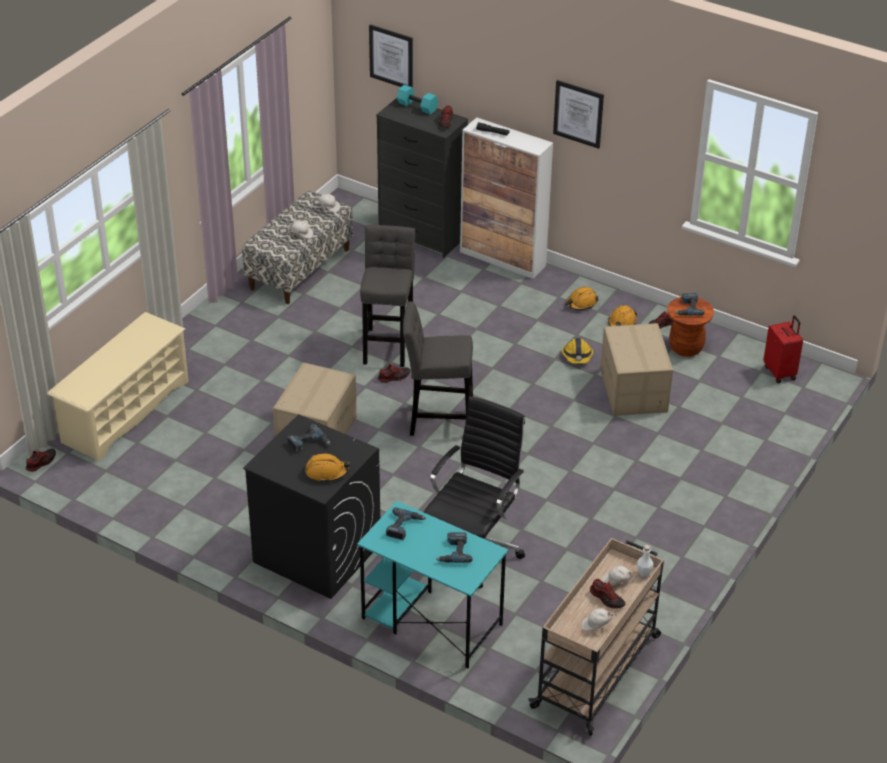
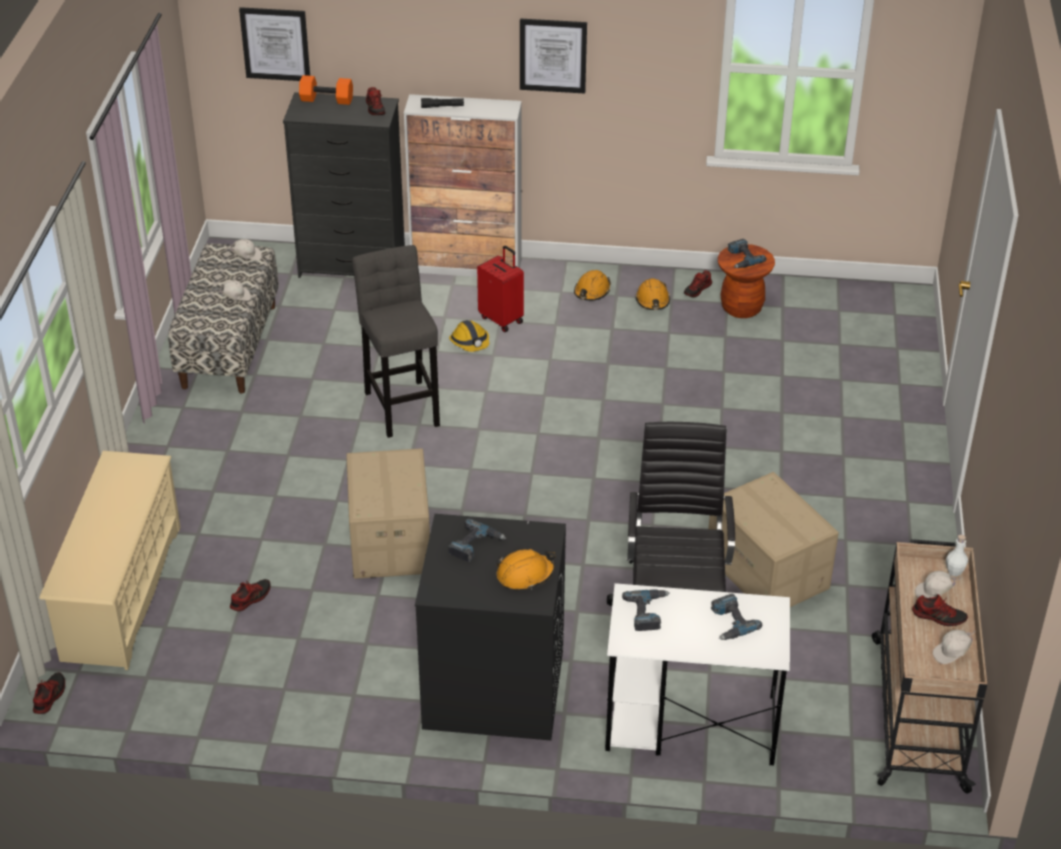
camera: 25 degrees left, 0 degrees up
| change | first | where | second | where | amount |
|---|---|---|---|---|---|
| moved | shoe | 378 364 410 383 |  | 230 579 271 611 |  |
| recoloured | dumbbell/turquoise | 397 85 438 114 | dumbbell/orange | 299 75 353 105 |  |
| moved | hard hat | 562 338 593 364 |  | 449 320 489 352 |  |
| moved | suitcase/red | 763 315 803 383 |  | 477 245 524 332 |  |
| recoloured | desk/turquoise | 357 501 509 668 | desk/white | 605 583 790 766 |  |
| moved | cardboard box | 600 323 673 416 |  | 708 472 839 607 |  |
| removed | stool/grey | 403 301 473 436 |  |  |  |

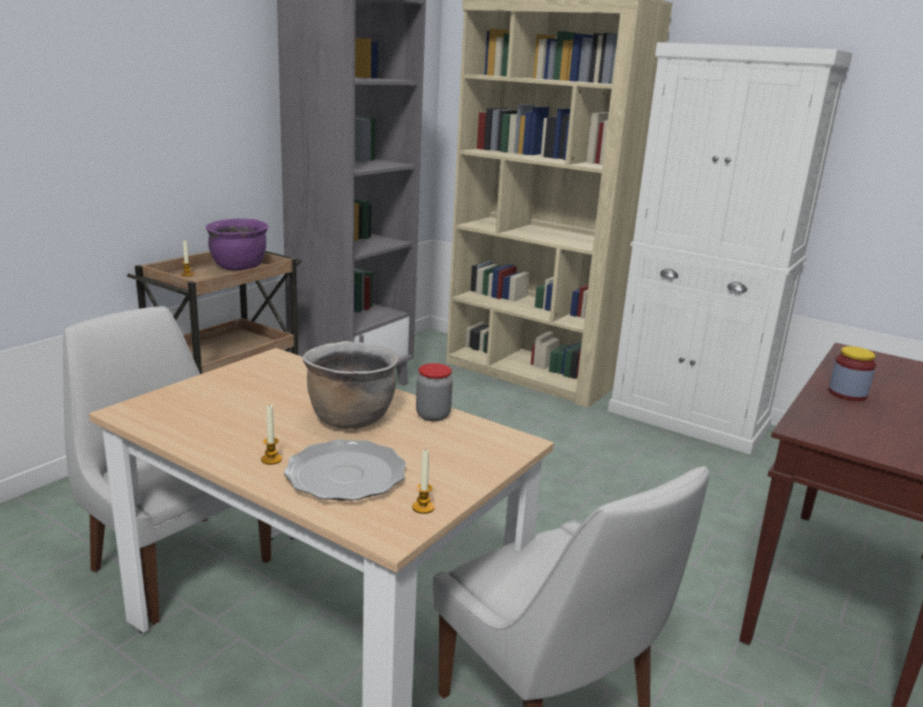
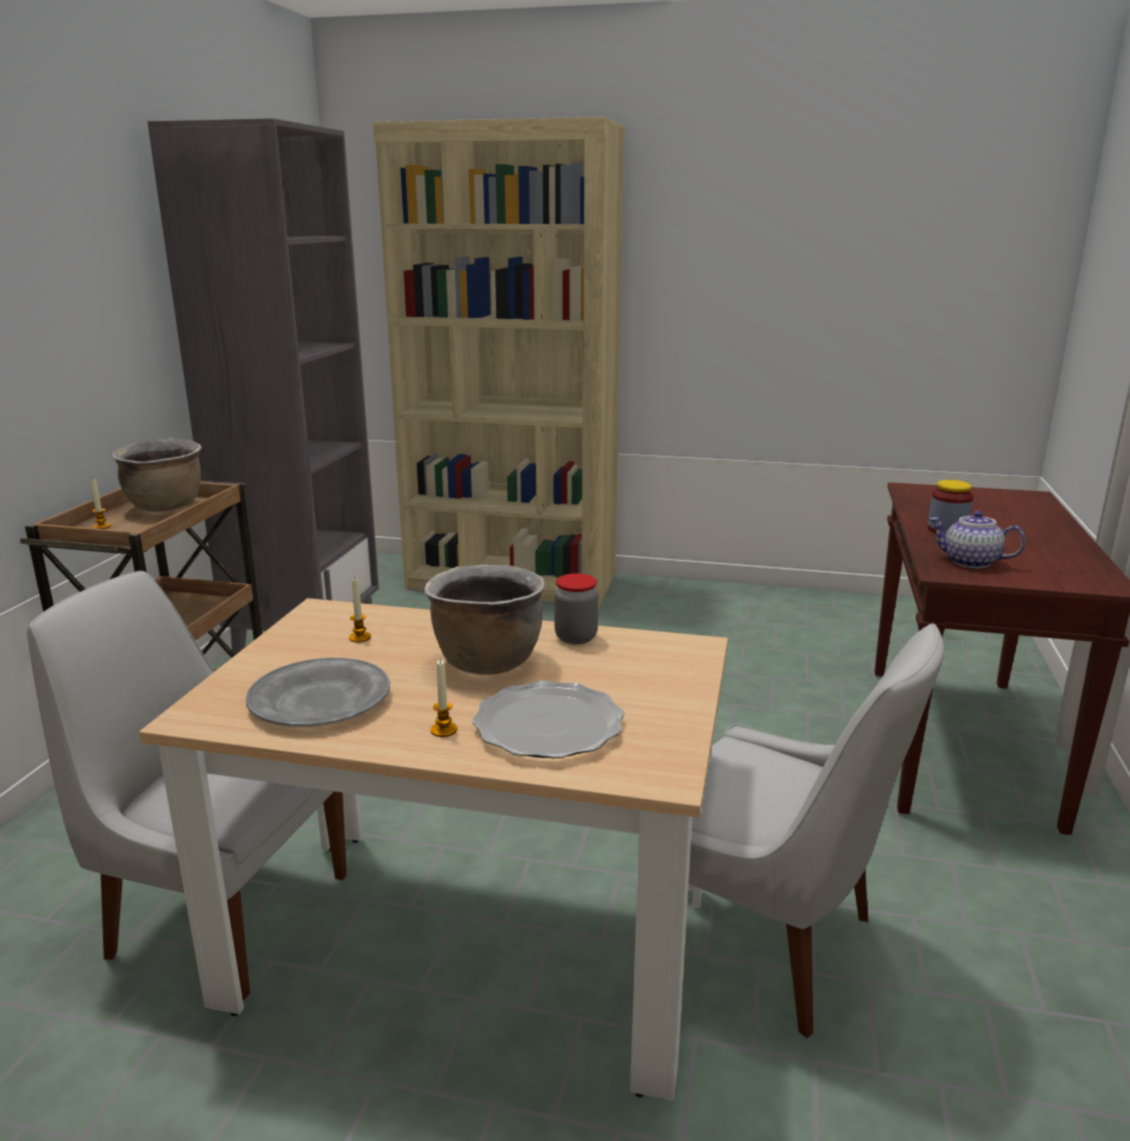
camera: 20 degrees left, 0 degrees up
| change | first | where | second | where | amount |
|---|---|---|---|---|---|
| recoloured | cooking pot/purple | 206 218 268 271 | cooking pot/brown | 112 438 202 512 |  |
| added |  |  | plate/grey | 246 658 390 727 |  |
| moved | candle | 412 450 435 514 |  | 349 579 371 642 |  |
| added |  |  | teapot | 929 511 1026 569 |  |
| removed | cabinet/white | 608 42 852 455 |  |  |  |

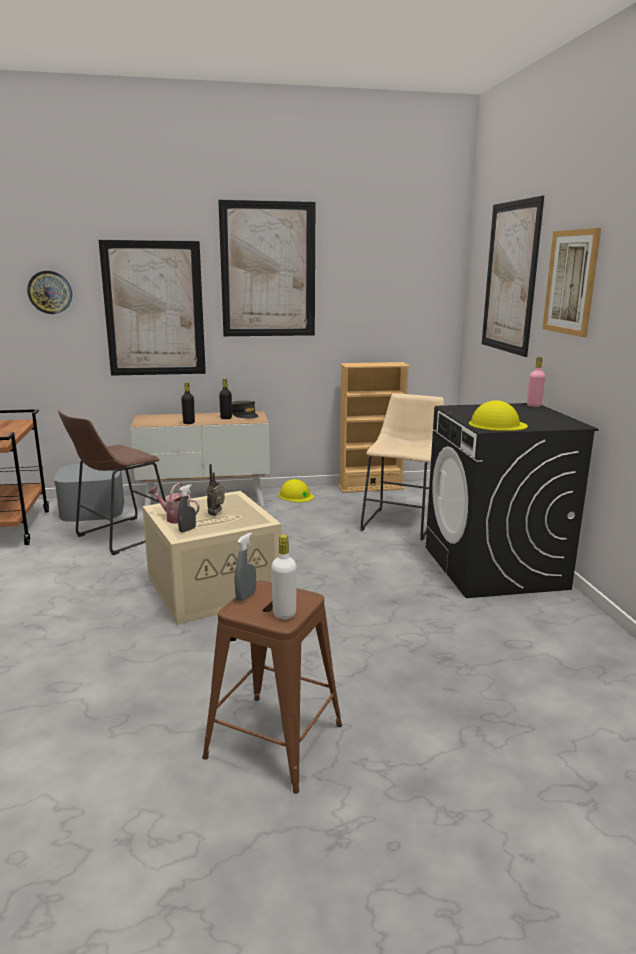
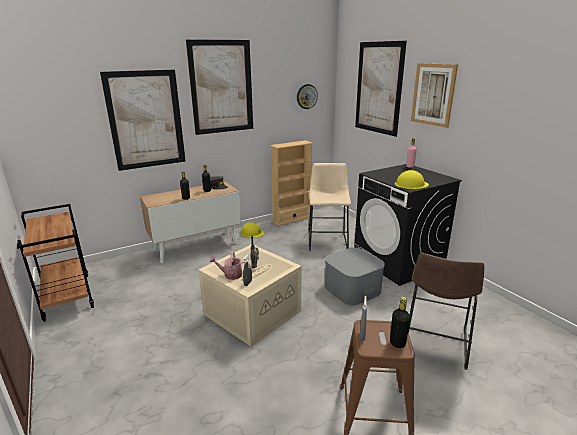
camera: 20 degrees left, 5 degrees up
| change | first | where | second | where | amount |
|---|---|---|---|---|---|
| moved | wall clock | 27 271 72 314 |  | 297 84 318 109 |  |
| moved | storage box/grey | 54 463 125 522 |  | 325 248 385 305 |  |
| recoloured | bottle/white | 271 534 297 619 | bottle/black | 390 296 410 348 |  |
| moved | stool/brown | 58 410 166 555 |  | 408 253 484 370 |  |

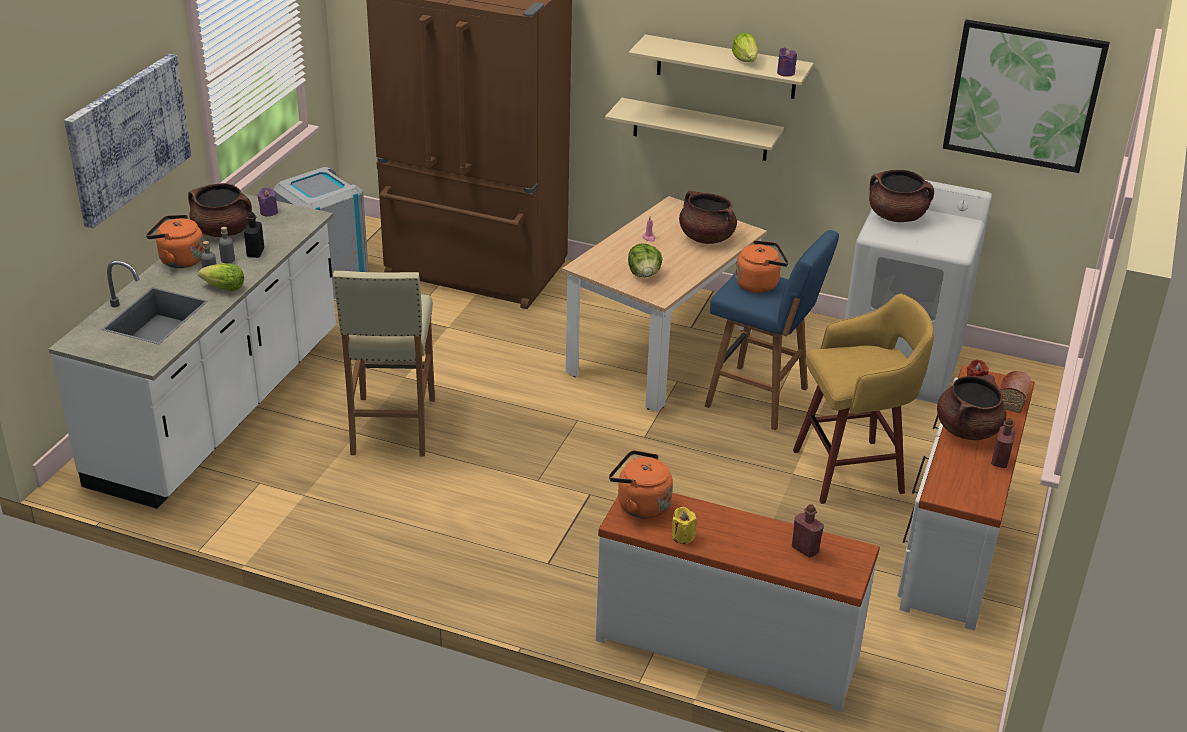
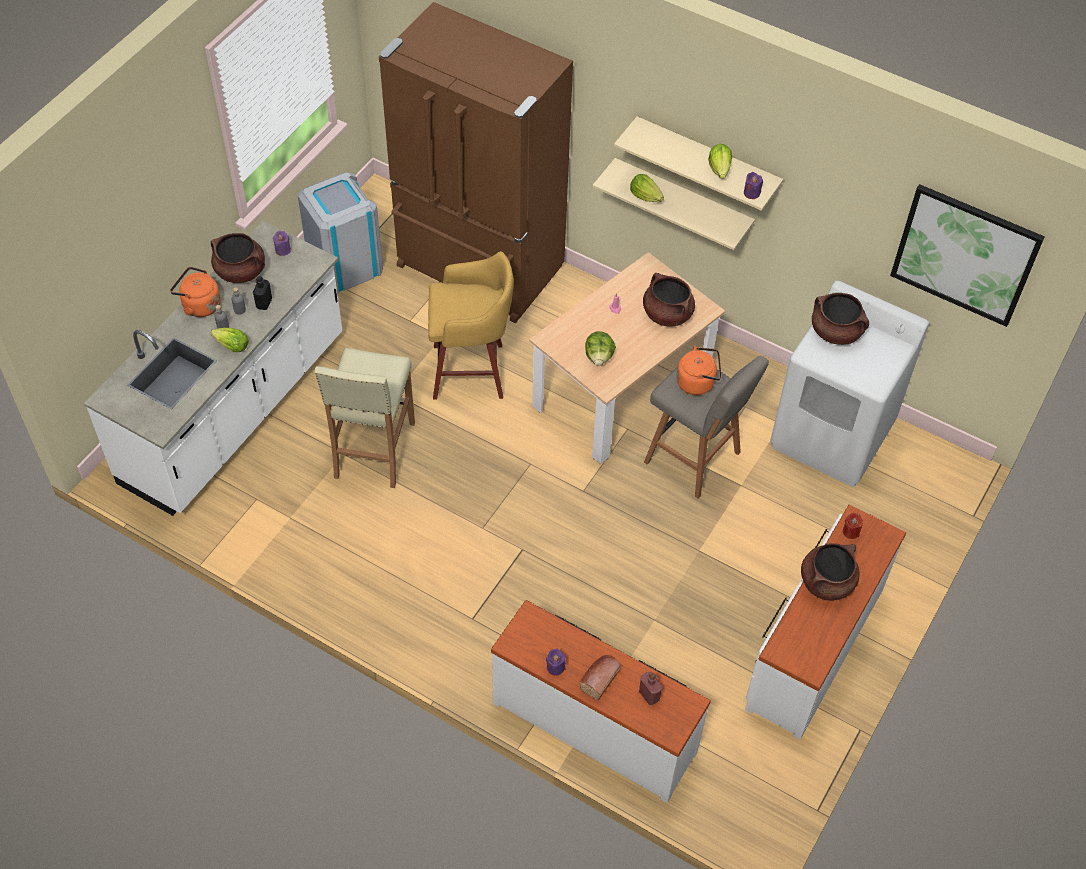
camera: 10 degrees right, 20 degrees up
| change | first | where | second | where | amount |
|---|---|---|---|---|---|
| moved | stool/yellow | 793 294 934 504 |  | 428 251 514 400 |  |
| recoloured | candle/yellow | 672 507 697 544 | candle/purple | 546 649 566 676 |  |
| moved | bread | 1000 371 1031 413 |  | 580 655 621 701 |  |
| added |  |  | lettuce | 630 174 664 202 |  |
| recoloured | stool/blue | 705 230 839 430 | stool/grey | 644 356 769 499 |  |
| removed | picture | 64 54 191 228 |  |  |  |
| removed | kettle/orange | 609 450 673 519 |  |  |  |
| removed | bottle/red | 991 418 1016 468 |  |  |  |

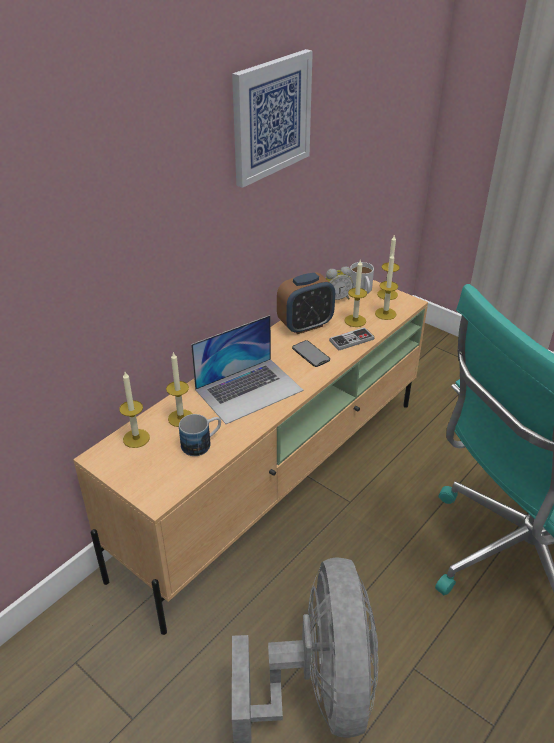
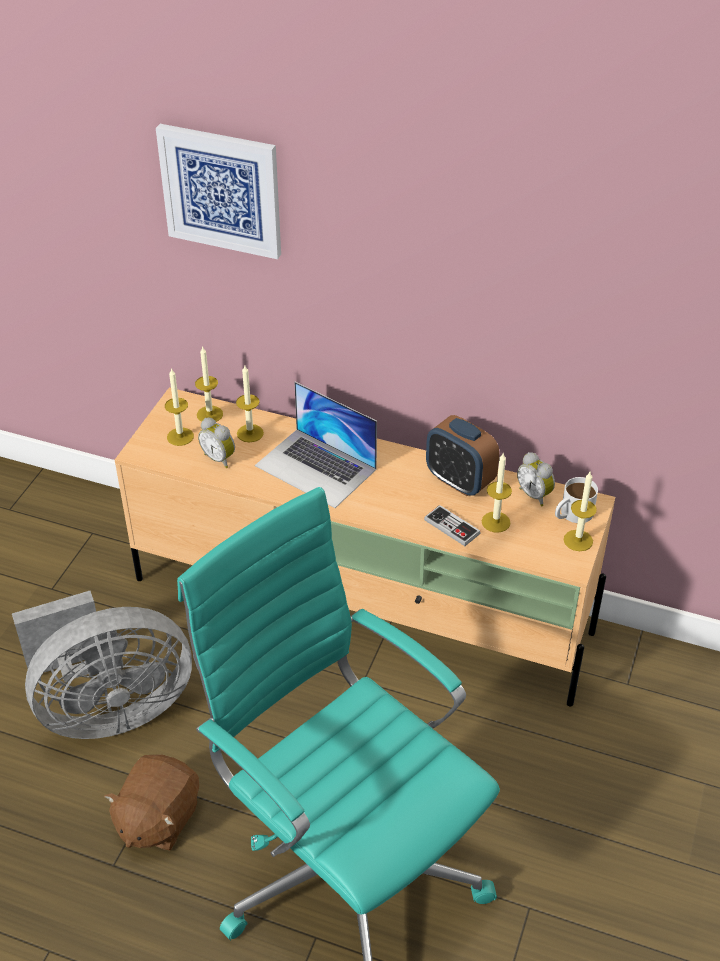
camera: 70 degrees right, 5 degrees up
| change | first | where | second | where | amount |
|---|---|---|---|---|---|
| added |  |  | plush toy/brown | 104 754 199 850 |  |
| moved | picture | 232 49 313 188 |  | 156 124 281 259 |  |
| moved | candle | 375 253 398 320 |  | 165 368 194 446 |  |
| replaced | mug | 179 414 221 456 | alarm clock | 198 418 235 468 |  |
| removed | phone | 292 340 330 367 |  |  |  |

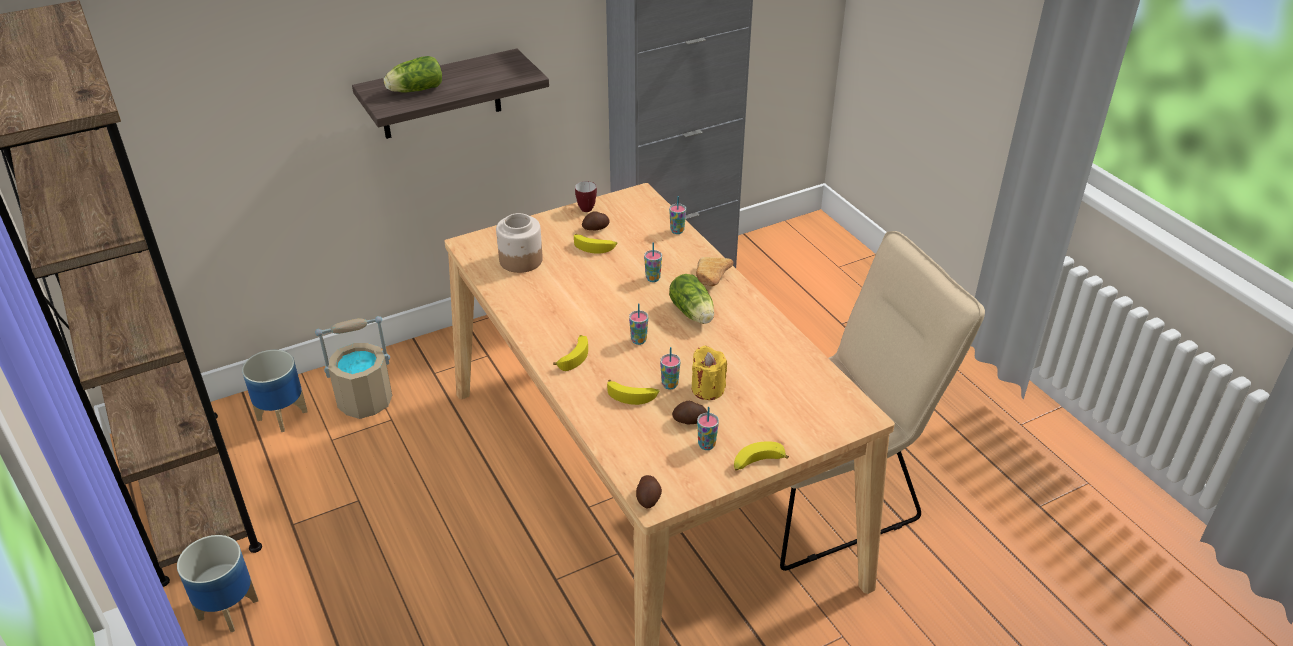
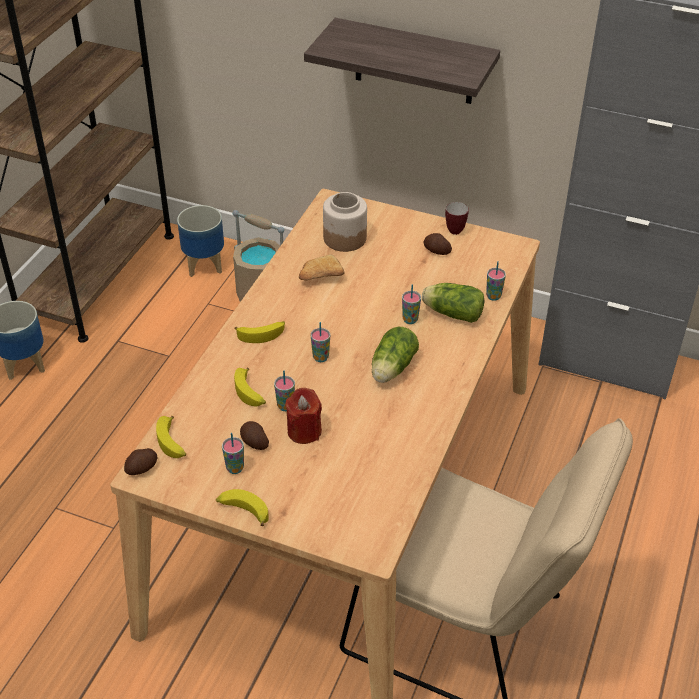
camera: 50 degrees right, 5 degrees up
| change | first | where | second | where | amount |
|---|---|---|---|---|---|
| moved | banana | 574 234 617 254 |  | 156 416 186 458 |  |
| recoloured | candle/yellow | 692 345 727 400 | candle/red | 285 388 322 444 |  |
| moved | bread | 696 257 734 286 |  | 299 255 344 280 |  |
| moved | lettuce | 383 56 442 93 |  | 422 283 485 323 |  |

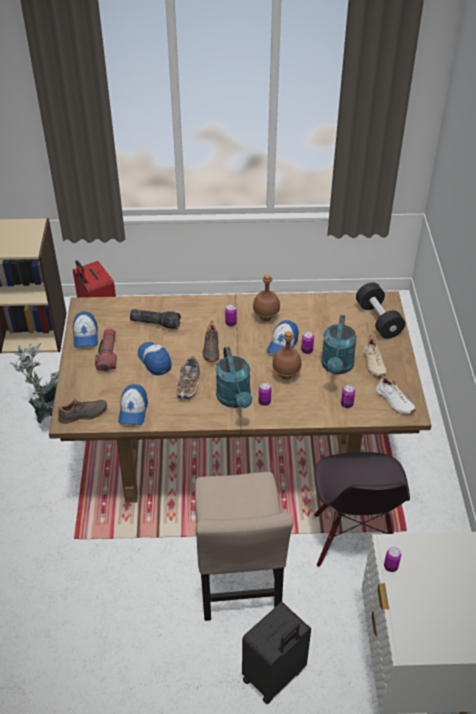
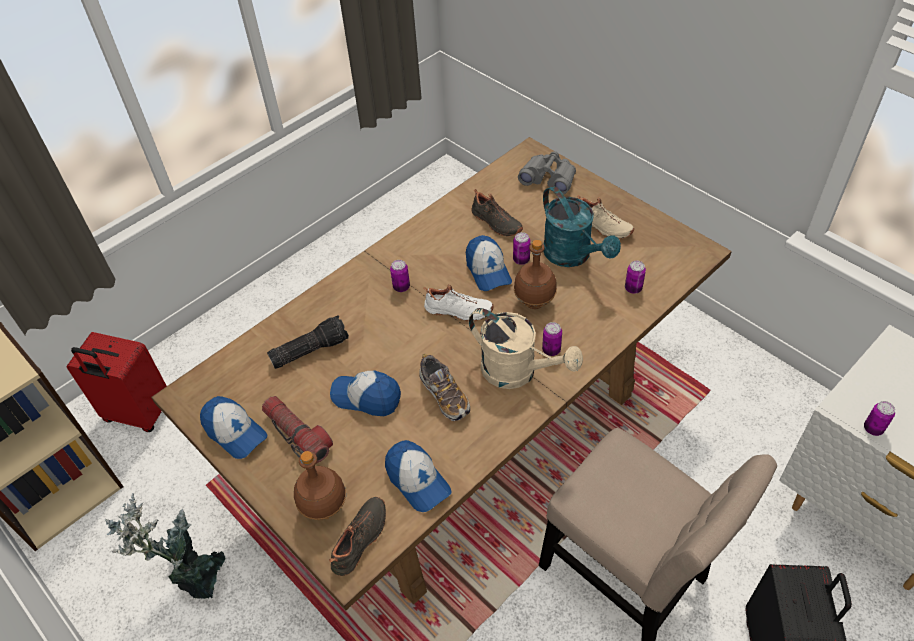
camera: 40 degrees left, 5 degrees up
| change | first | where | second | where | amount |
|---|---|---|---|---|---|
| moved | bottle/brown | 253 274 280 321 |  | 294 451 346 520 |  |
| moved | shoe/white | 376 374 415 414 |  | 423 284 493 322 |  |
| recoloured | watering can/turquoise | 216 347 253 408 | watering can/beige | 469 308 583 389 |  |
| moved | shoe/black | 203 321 219 362 |  | 471 189 523 237 |  |
| replaced | dumbbell/black | 356 282 405 339 | binoculars/grey | 518 151 576 194 |  |
| removed | chair/black | 314 452 410 567 |  |  |  |

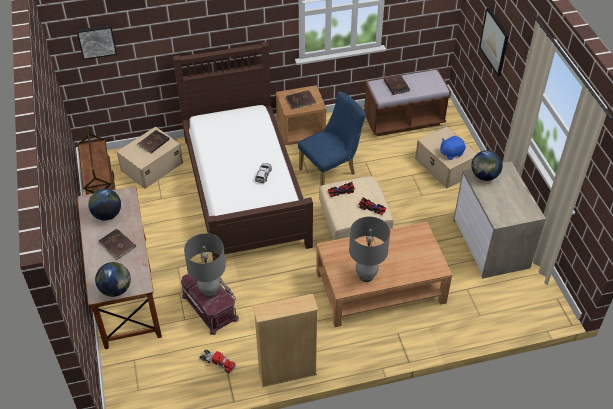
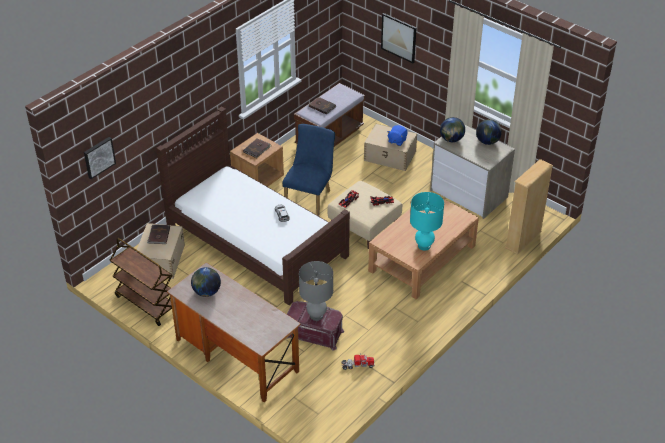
camera: 35 degrees left, 5 degrees down
| change | first | where | second | where | amount |
|---|---|---|---|---|---|
| recoloured | table lamp/grey | 349 216 390 282 | table lamp/turquoise | 410 192 444 251 |  |
| moved | globe | 95 262 131 297 |  | 476 119 502 145 |  |
| moved | bookcase/beige | 253 293 318 387 |  | 505 159 553 254 |  |
| removed | book/brown | 99 228 136 260 |  |  |  |

